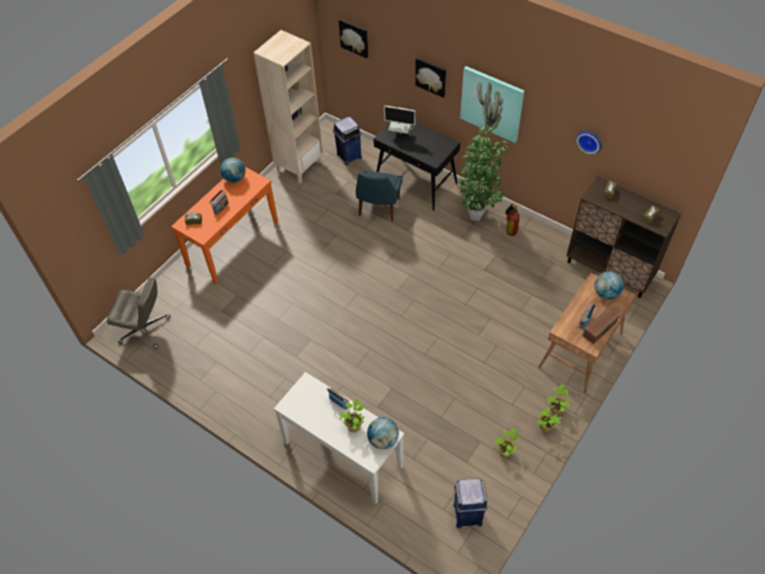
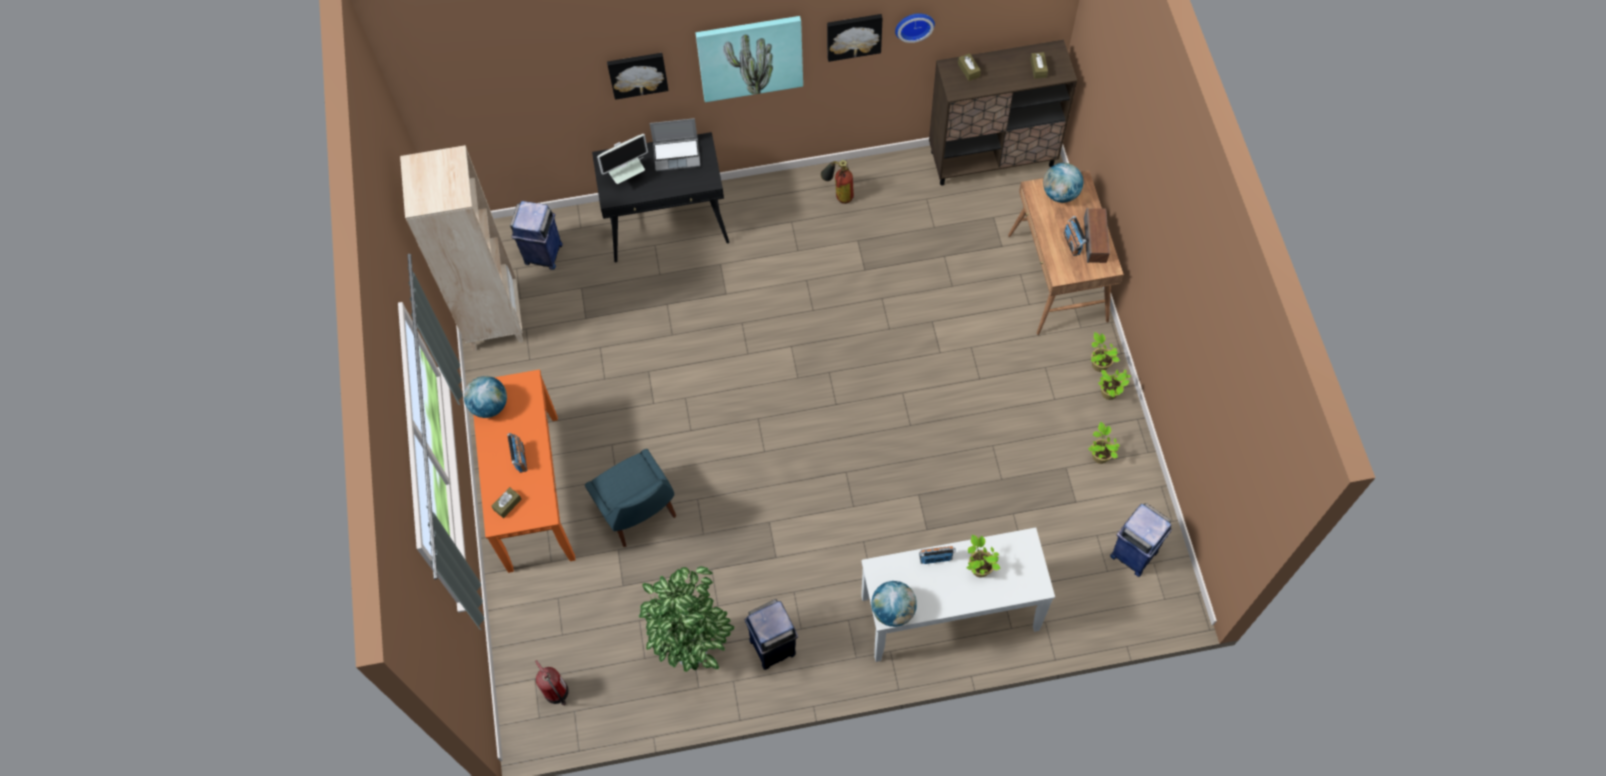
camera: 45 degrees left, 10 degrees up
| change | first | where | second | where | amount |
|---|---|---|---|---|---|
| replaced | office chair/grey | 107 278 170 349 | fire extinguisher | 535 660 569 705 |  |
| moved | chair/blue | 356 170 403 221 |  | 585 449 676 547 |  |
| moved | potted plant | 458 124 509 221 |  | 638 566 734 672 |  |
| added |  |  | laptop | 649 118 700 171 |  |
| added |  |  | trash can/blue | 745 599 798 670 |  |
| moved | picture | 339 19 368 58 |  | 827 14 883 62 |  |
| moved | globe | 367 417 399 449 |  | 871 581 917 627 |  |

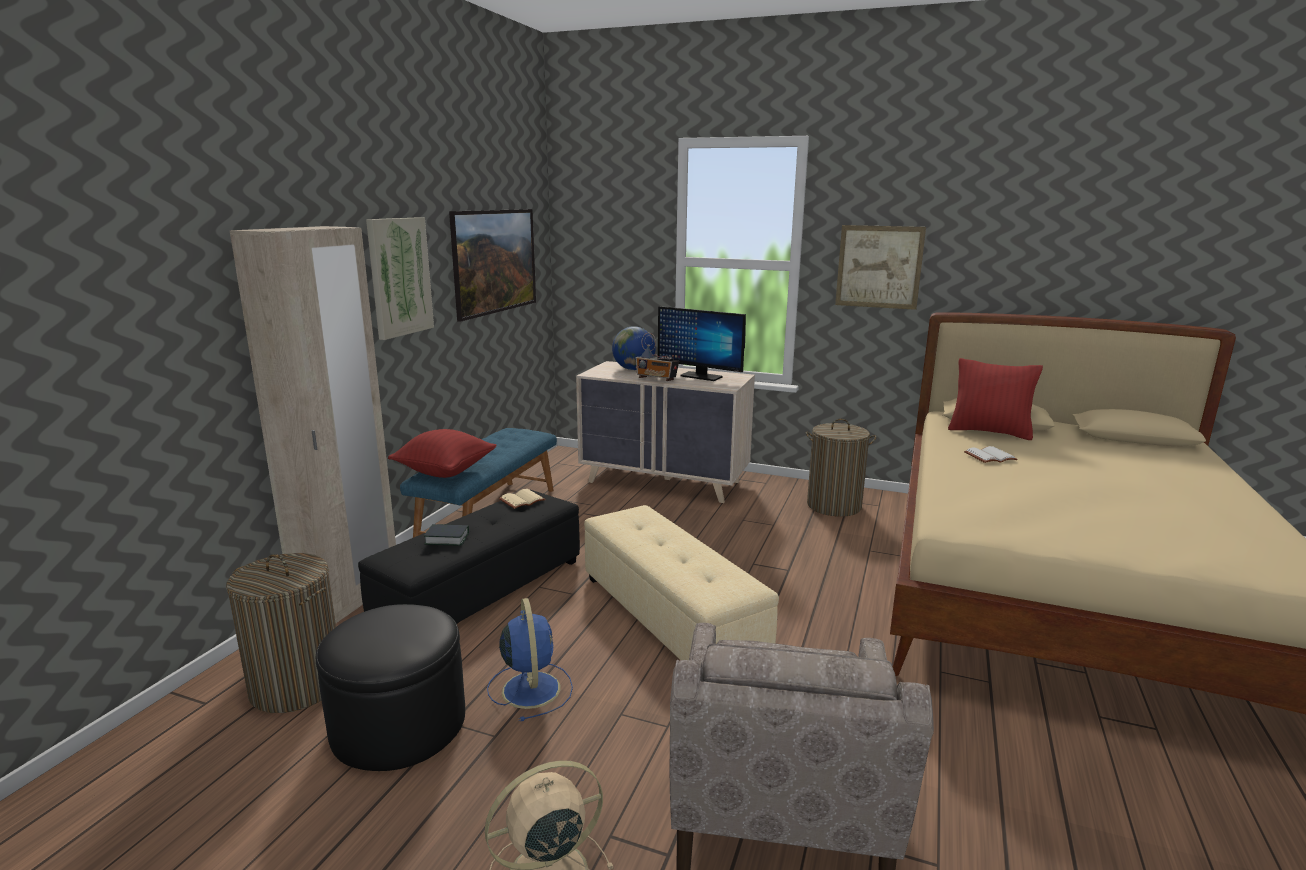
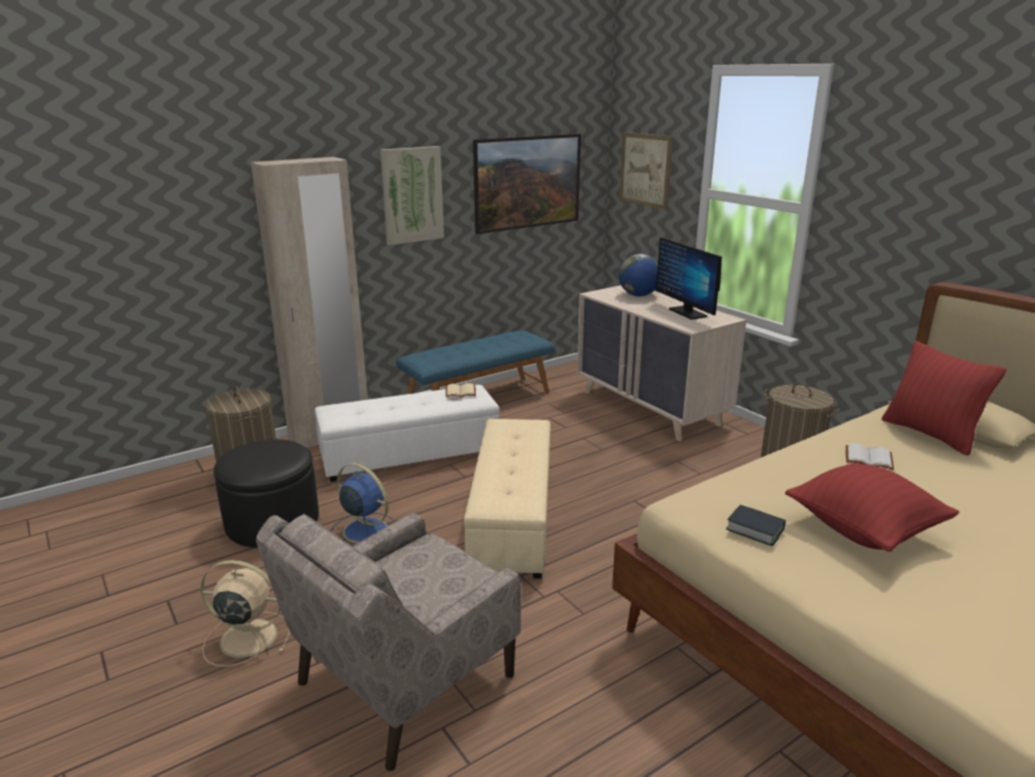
camera: 35 degrees right, 5 degrees up
| change | first | where | second | where | amount |
|---|---|---|---|---|---|
| recoloured | ottoman/black | 358 490 580 624 | ottoman/white | 315 385 499 482 |  |
| turned | fan/blue | 487 598 573 721 |  | 331 463 396 546 | 75 degrees counterclockwise |
| moved | picture | 835 225 926 310 |  | 619 132 673 210 |  |
| moved | book | 424 524 469 546 |  | 726 505 786 546 |  |
| moved | pillow/red | 388 429 497 478 |  | 785 463 959 552 |  |
| removed | radio | 636 333 679 381 |  |  |  |

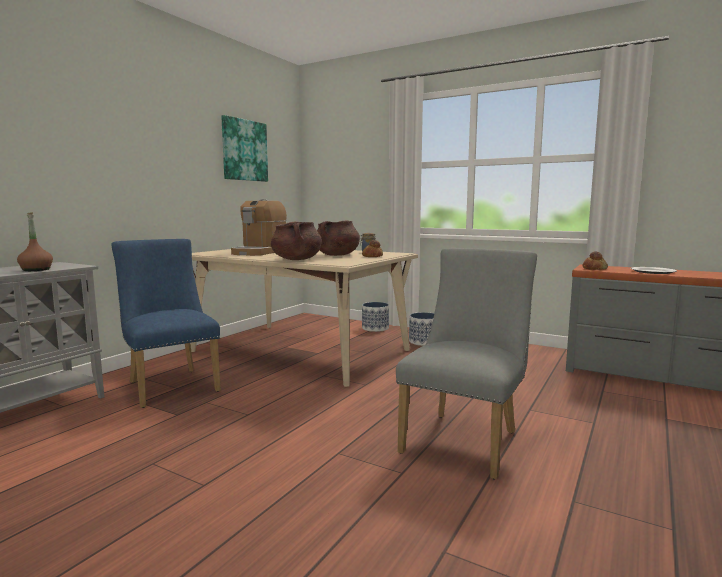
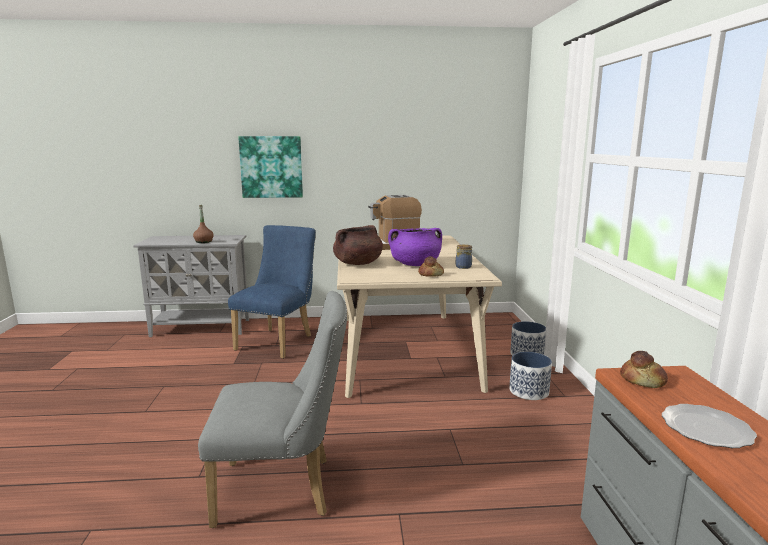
camera: 55 degrees right, 5 degrees up
| change | first | where | second | where | amount |
|---|---|---|---|---|---|
| moved | picture | 221 115 268 182 |  | 238 136 303 198 |  |
| recoloured | cooking pot/brown | 317 220 360 256 | cooking pot/purple | 388 228 442 266 |  |

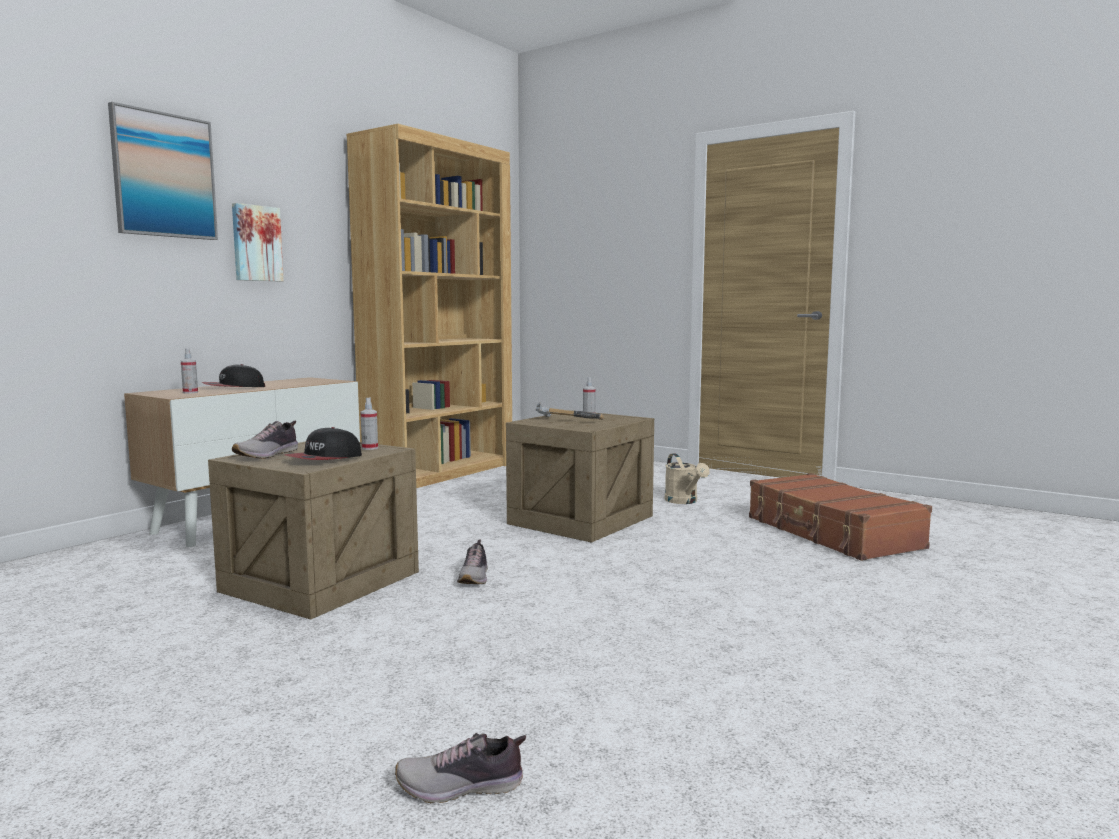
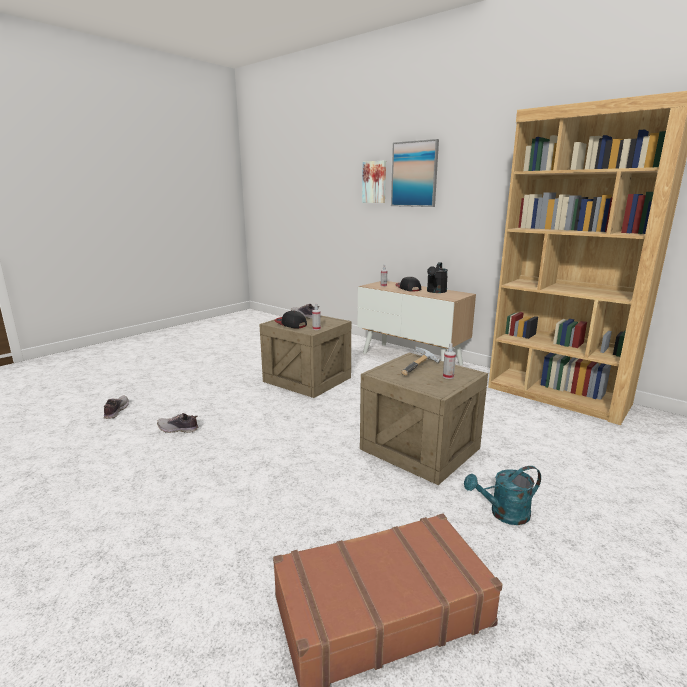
camera: 95 degrees right, 10 degrees up
| change | first | where | second | where | amount |
|---|---|---|---|---|---|
| moved | shoe | 457 540 488 584 |  | 157 413 198 433 |  |
| moved | picture | 232 203 284 282 |  | 362 161 386 203 |  |
| added |  |  | watering can/black | 427 262 448 293 |  |
| recoloured | watering can/beige | 664 453 710 504 | watering can/turquoise | 464 466 541 525 |  |

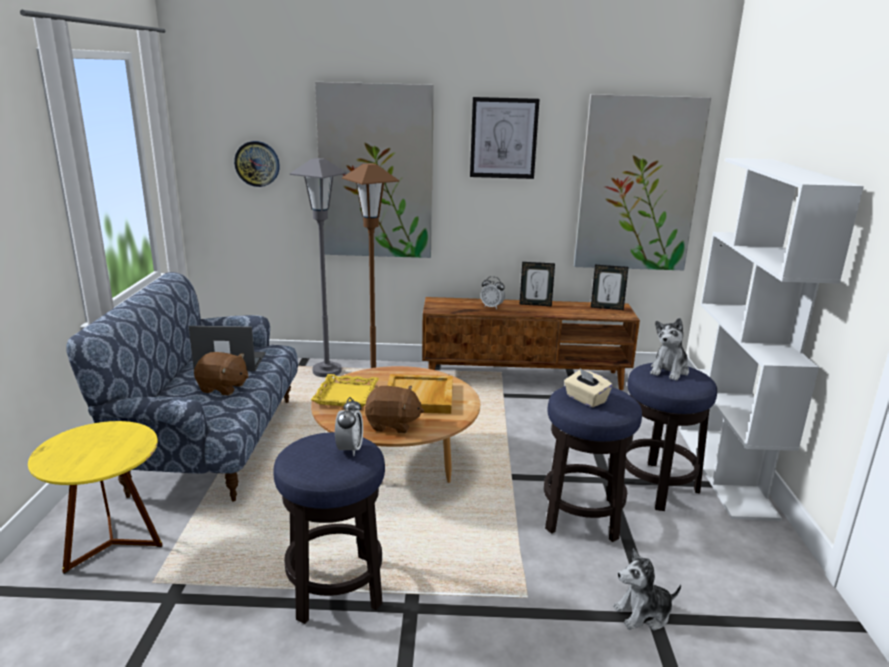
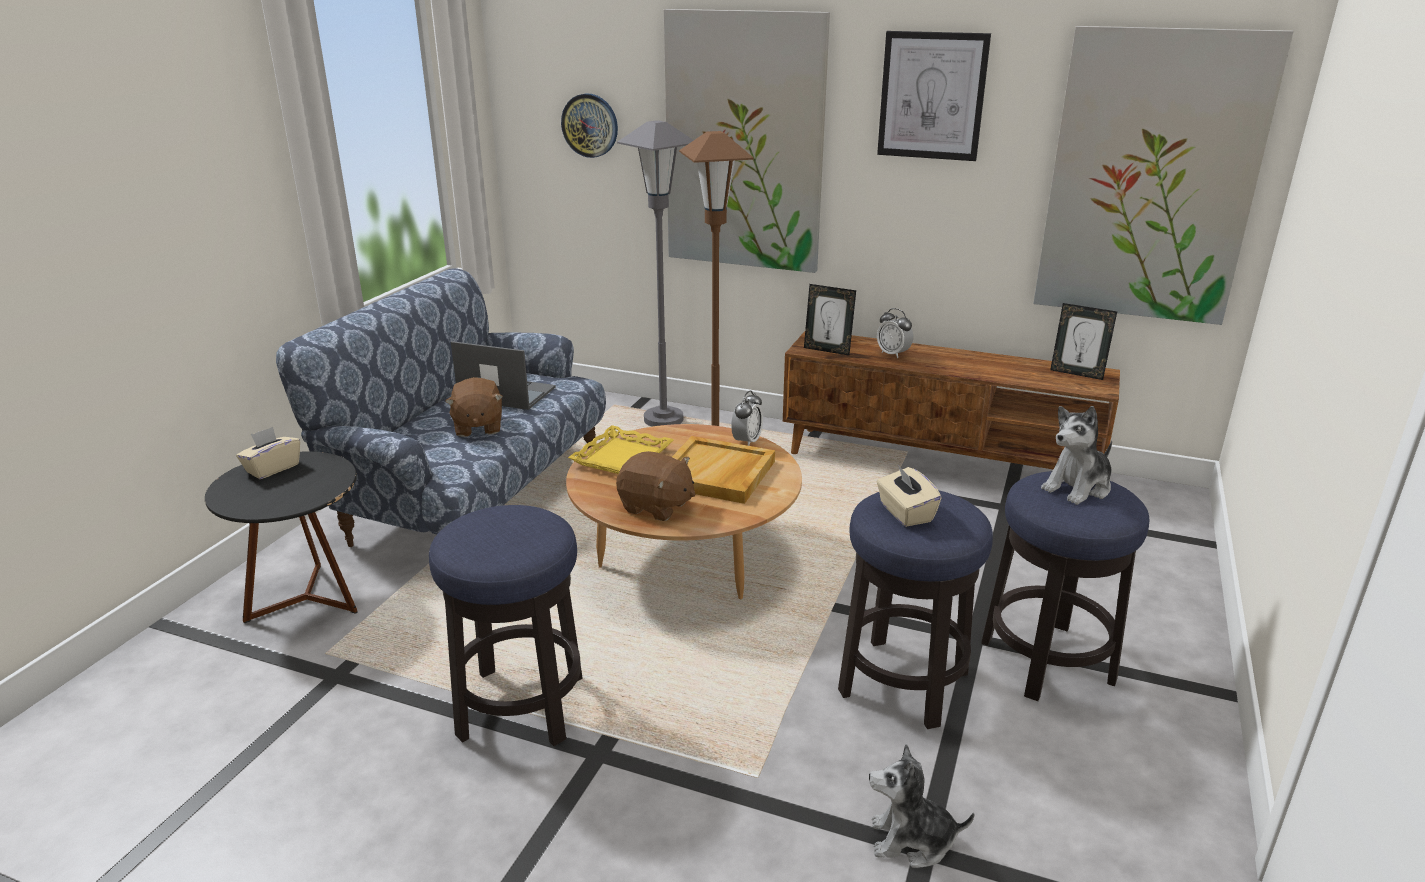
camera: 20 degrees right, 5 degrees up
| change | first | where | second | where | amount |
|---|---|---|---|---|---|
| recoloured | side table/yellow | 28 421 163 574 | side table/black | 205 451 357 624 |  |
| added |  |  | tissue box/beige | 236 427 300 479 |  |
| turned | plush toy/brown | 194 352 249 396 |  | 445 377 503 437 | 45 degrees clockwise |
| moved | alarm clock | 335 397 363 456 |  | 731 391 763 446 |  |
| moved | picture frame | 519 262 555 306 |  | 804 284 856 356 |  |
| removed | bookcase/white | 679 158 864 521 |  |  |  |

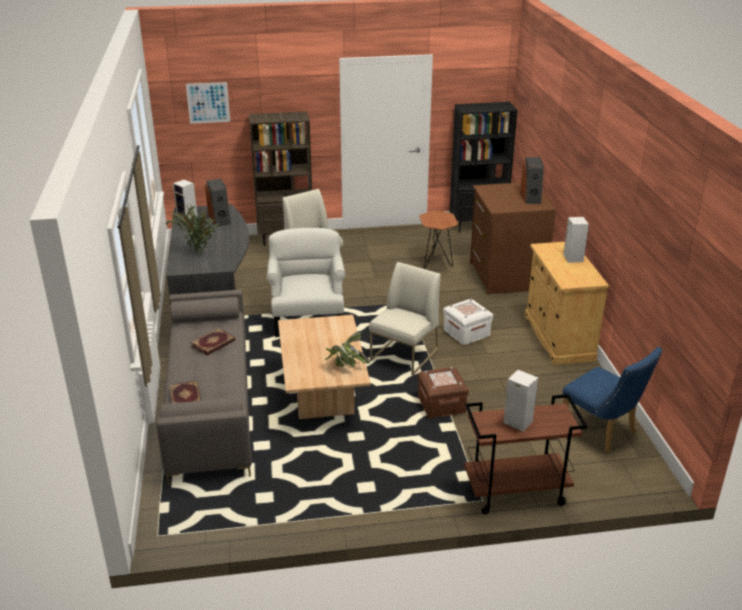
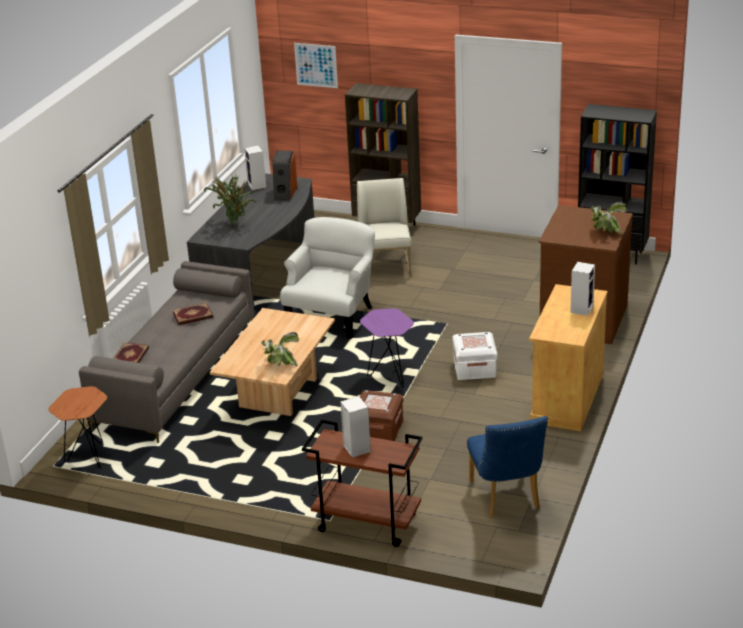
camera: 30 degrees right, 0 degrees up
| change | first | where | second | where | amount |
|---|---|---|---|---|---|
| moved | side table/brown | 419 211 458 268 |  | 49 386 107 468 |  |
| replaced | chair/white | 369 262 441 375 | side table/purple | 360 308 414 387 |  |
| replaced | speaker | 520 157 544 204 | potted plant | 590 202 626 234 |  |

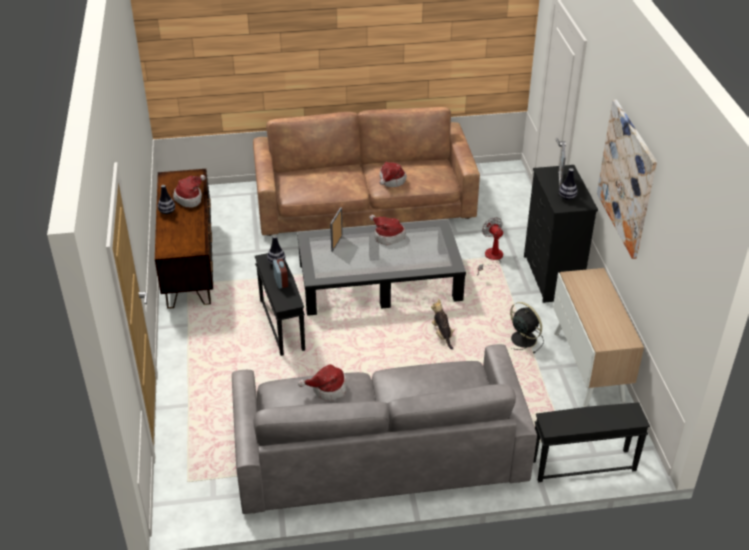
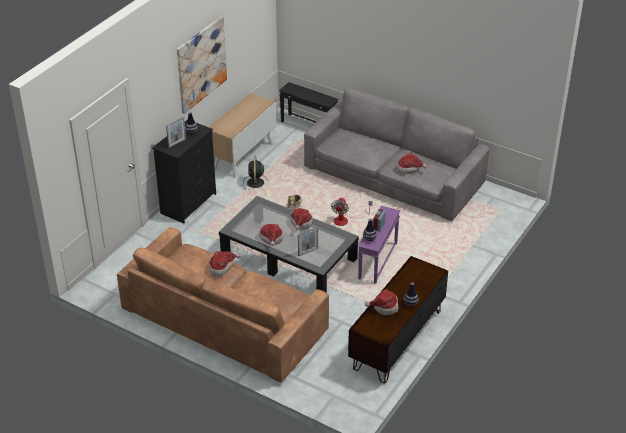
camera: 140 degrees left, 0 degrees up
| change | first | where | second | where | amount |
|---|---|---|---|---|---|
| added |  |  | hat | 290 208 313 230 |  |
| moved | fan | 477 217 503 276 |  | 331 198 372 226 |  |
| recoloured | side table/black | 255 253 305 356 | side table/purple | 358 206 400 284 |  |

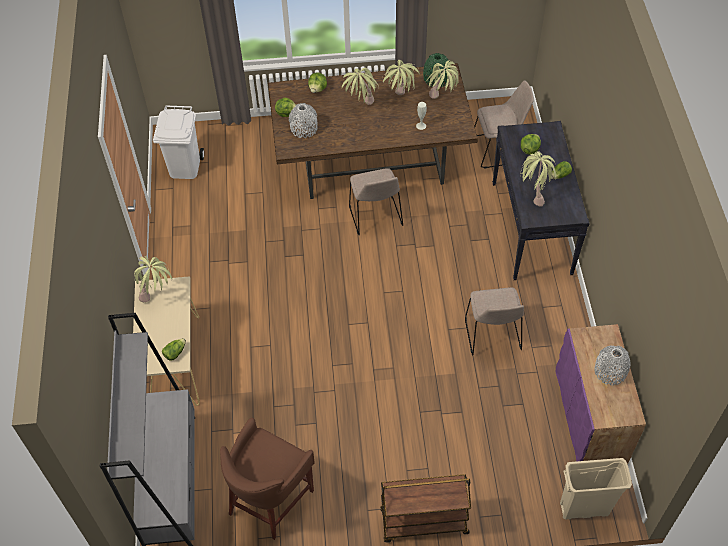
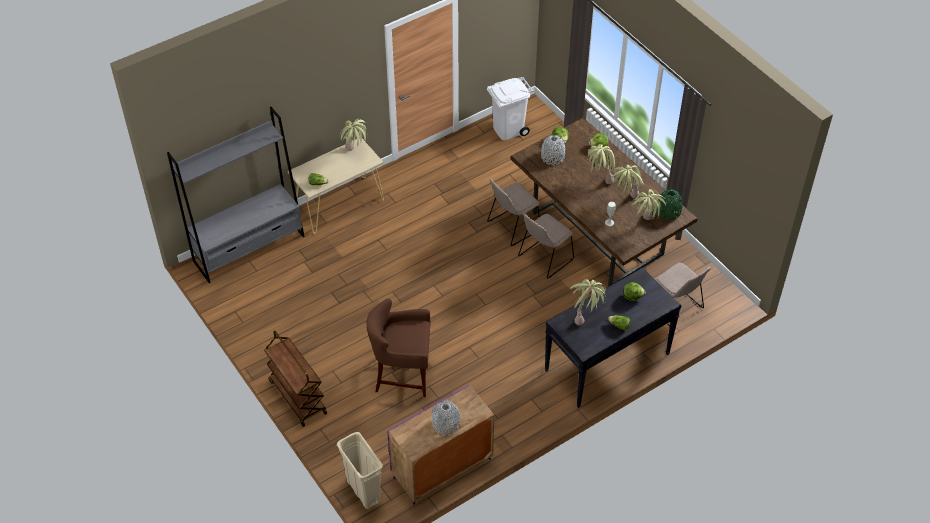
camera: 60 degrees right, 5 degrees down
| change | first | where | second | where | amount |
|---|---|---|---|---|---|
| moved | stool/brown | 220 418 315 540 |  | 366 298 431 398 |  |
| moved | chair/beige | 465 287 524 355 |  | 487 179 540 246 |  |

